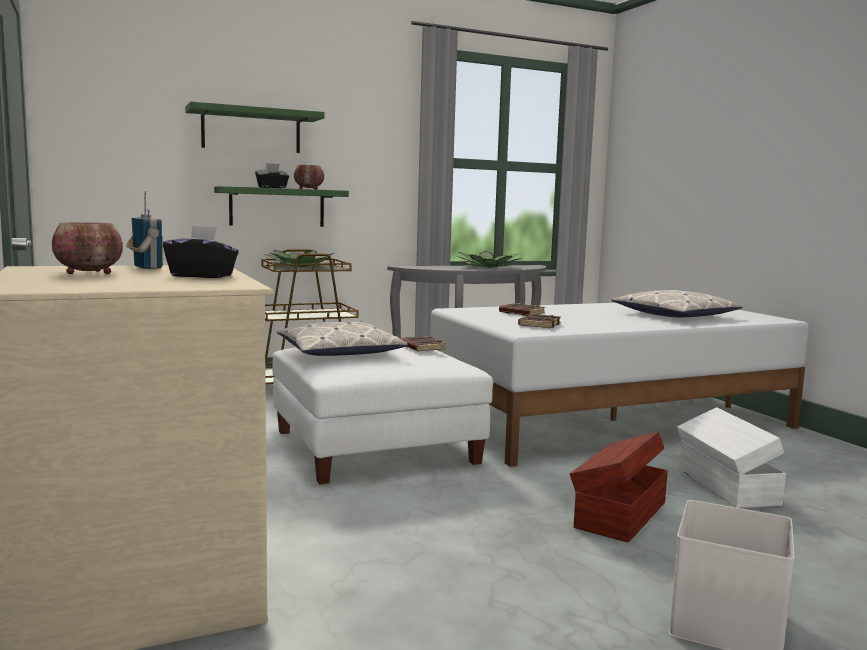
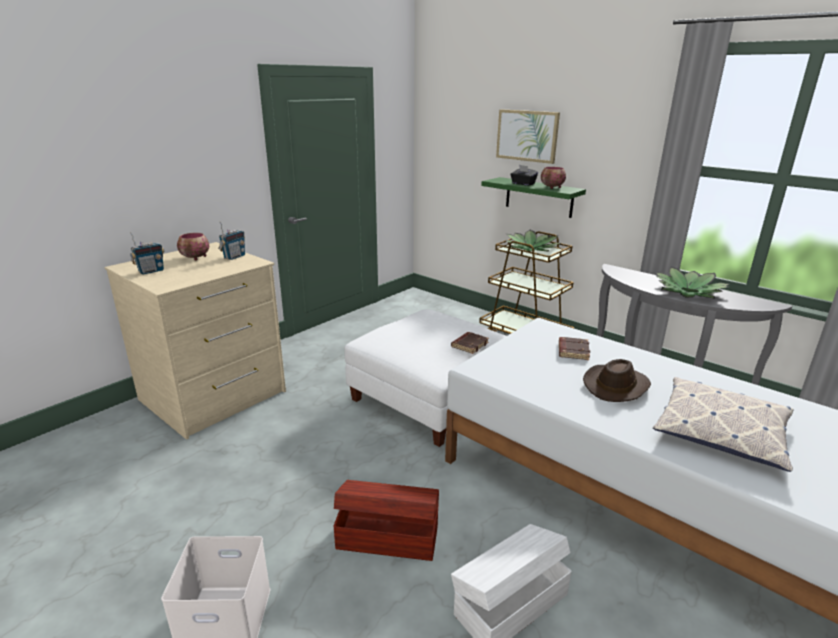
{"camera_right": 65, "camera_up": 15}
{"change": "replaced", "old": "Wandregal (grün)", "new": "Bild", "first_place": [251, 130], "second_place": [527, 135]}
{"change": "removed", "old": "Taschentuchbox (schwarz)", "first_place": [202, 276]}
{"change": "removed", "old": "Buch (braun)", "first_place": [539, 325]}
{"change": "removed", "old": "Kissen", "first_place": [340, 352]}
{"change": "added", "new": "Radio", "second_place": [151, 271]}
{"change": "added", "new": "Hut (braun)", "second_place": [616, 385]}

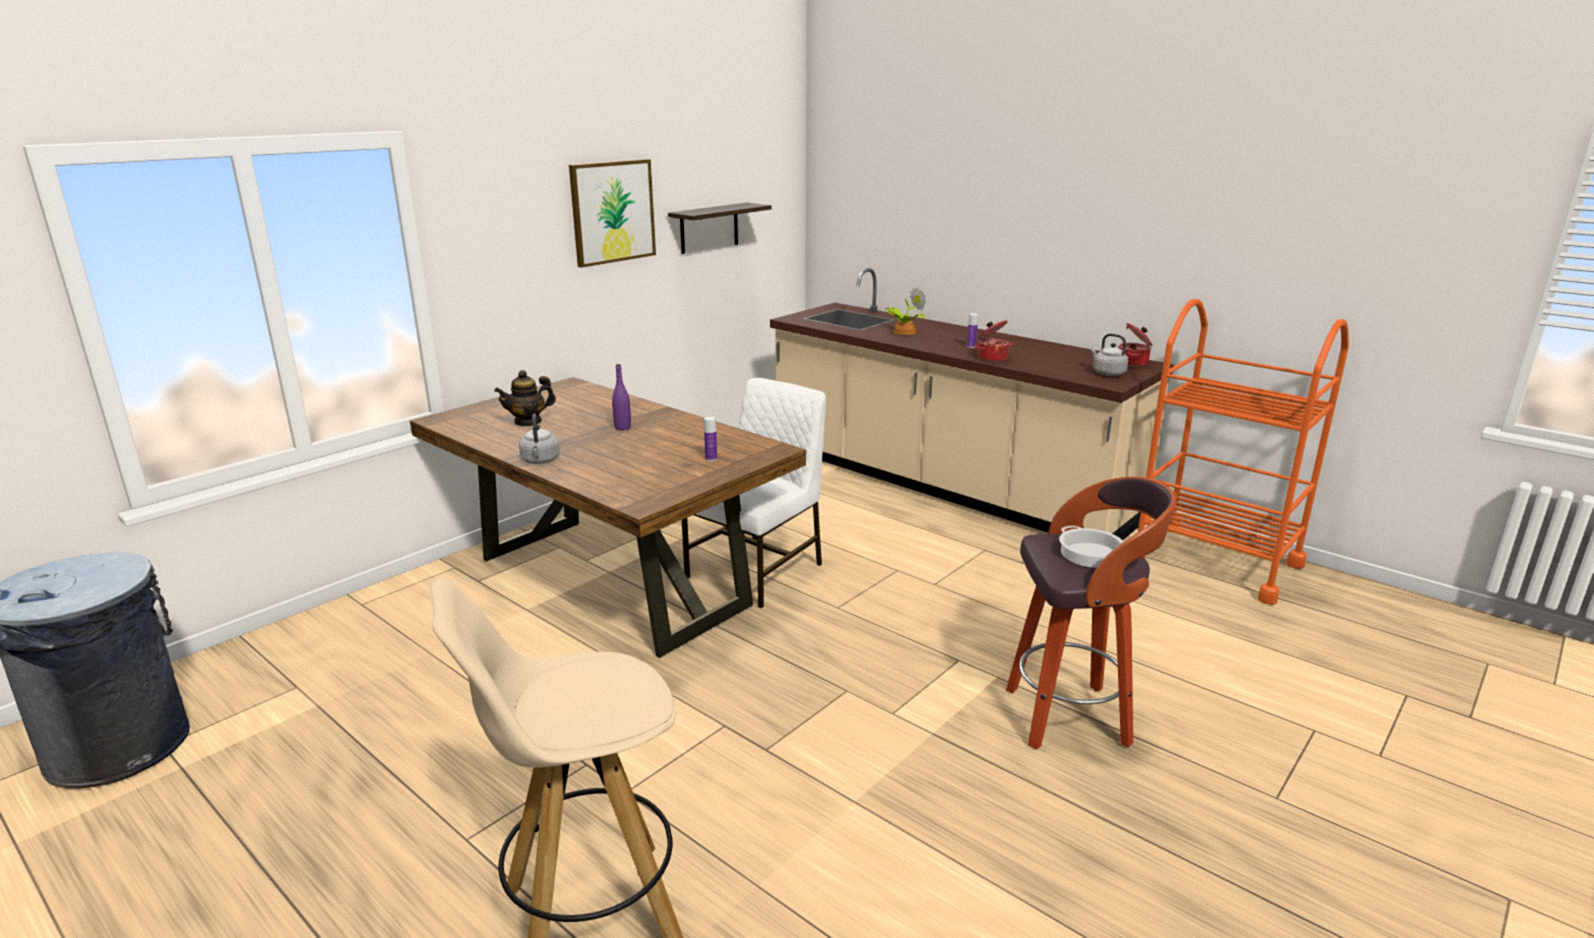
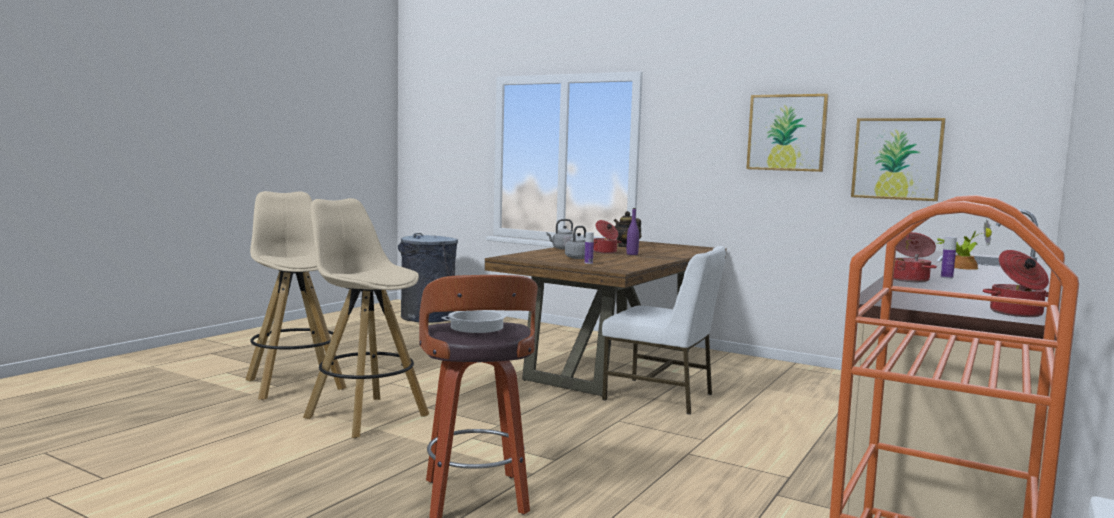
{"camera_right": 80, "camera_up": -15}
{"change": "replaced", "old": "Wandregal", "new": "Bild", "first_place": [709, 228], "second_place": [897, 159]}
{"change": "moved", "old": "Wasserkessel (grau)", "first_place": [1107, 373], "second_place": [578, 258]}
{"change": "added", "new": "Hocker (beige)", "second_place": [365, 416]}
{"change": "added", "new": "Kochtopf", "second_place": [605, 252]}

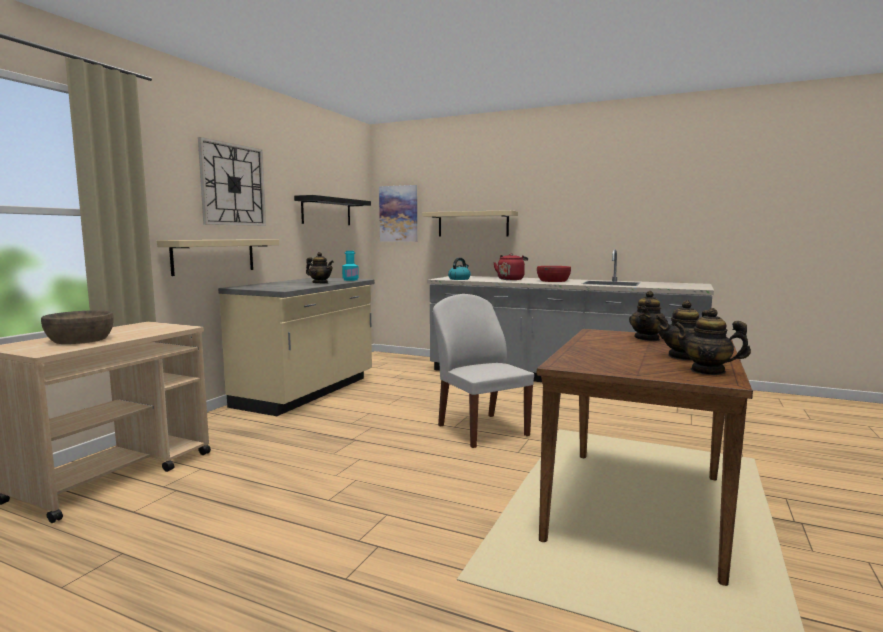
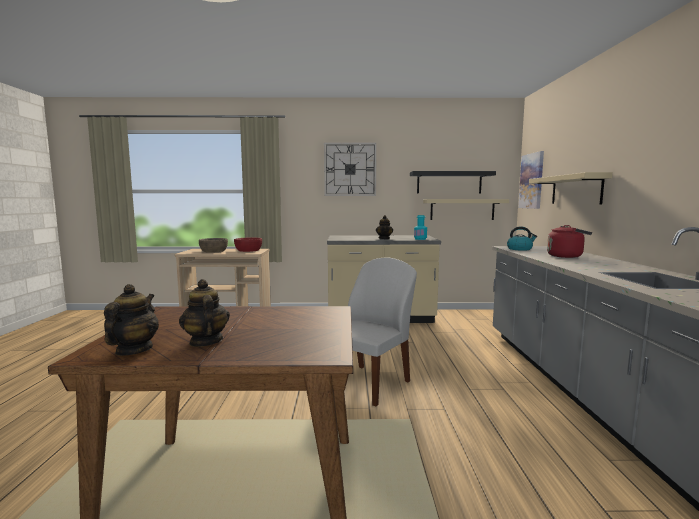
{"camera_right": 65, "camera_up": 0}
{"change": "moved", "old": "Wandregal (beige)", "first_place": [214, 256], "second_place": [462, 209]}
{"change": "moved", "old": "Schüssel (rot)", "first_place": [553, 281], "second_place": [248, 250]}
{"change": "removed", "old": "Teekanne", "first_place": [647, 338]}

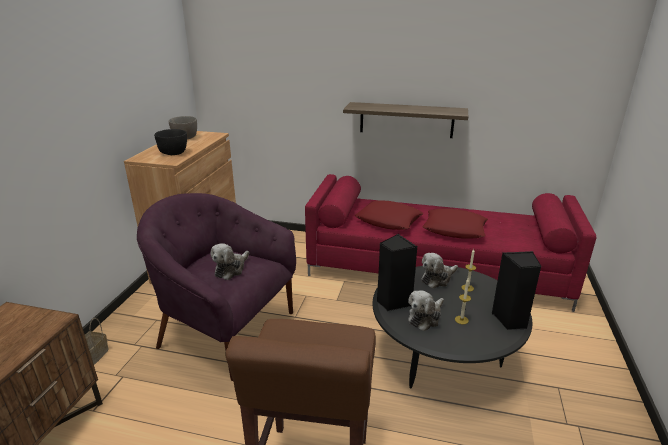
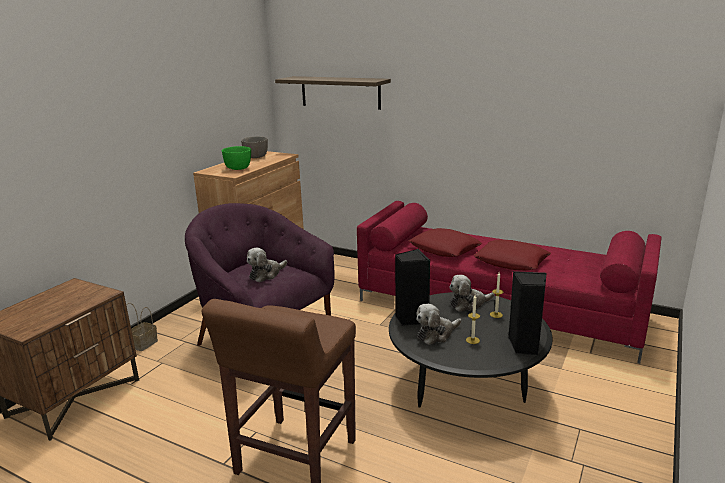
{"camera_right": 15, "camera_up": -5}
{"change": "moved", "old": "Wandregal", "first_place": [406, 120], "second_place": [340, 92]}
{"change": "recoloured", "old": "Schüssel (schwarz)", "new": "Schüssel (grün)", "first_place": [174, 153], "second_place": [238, 168]}

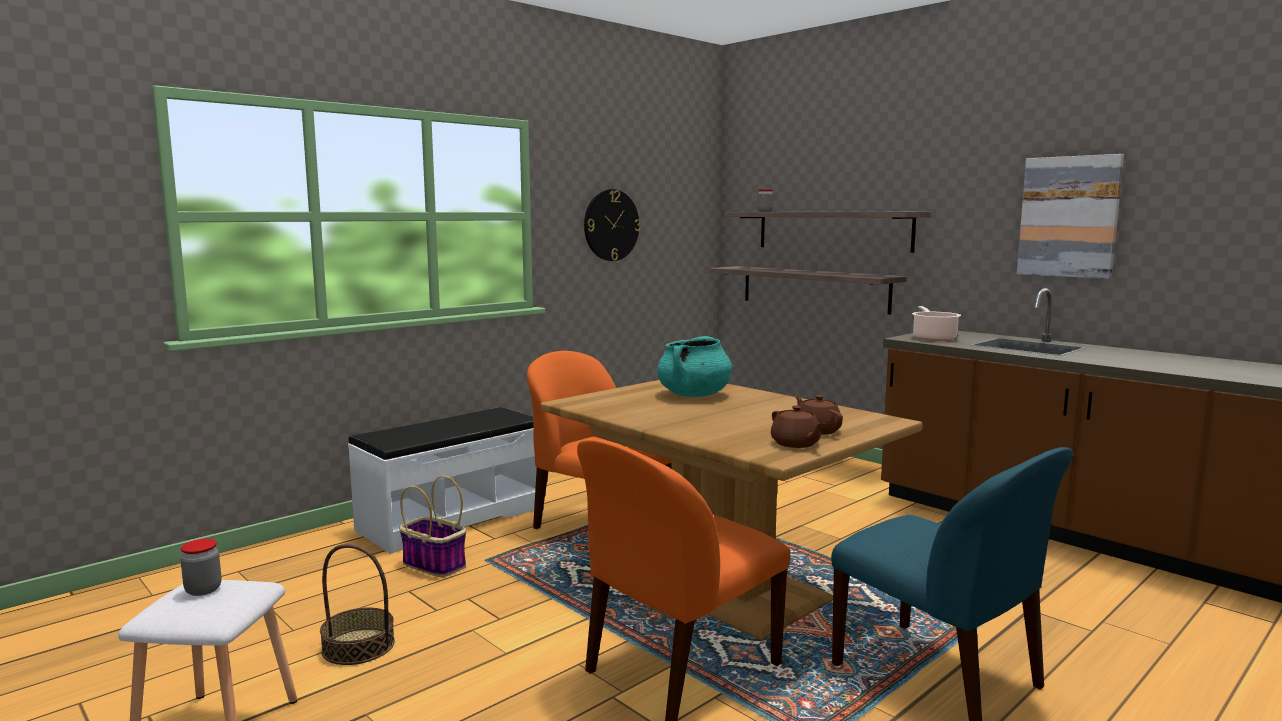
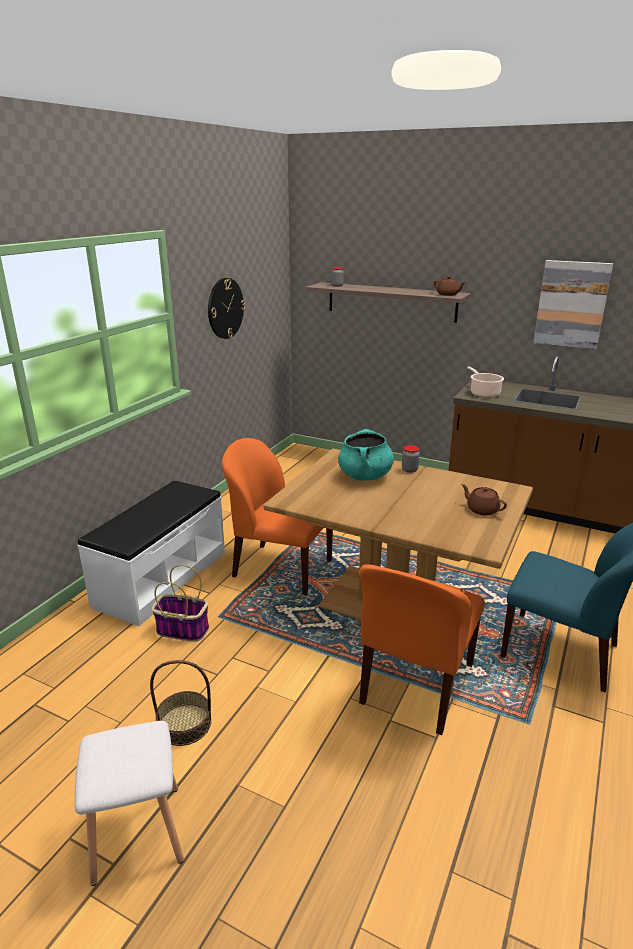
{"camera_right": -20, "camera_up": 15}
{"change": "removed", "old": "Wandregal", "first_place": [813, 288]}
{"change": "moved", "old": "Teekanne (braun)", "first_place": [795, 444], "second_place": [448, 294]}
{"change": "moved", "old": "Vorratsglas", "first_place": [203, 590], "second_place": [409, 470]}

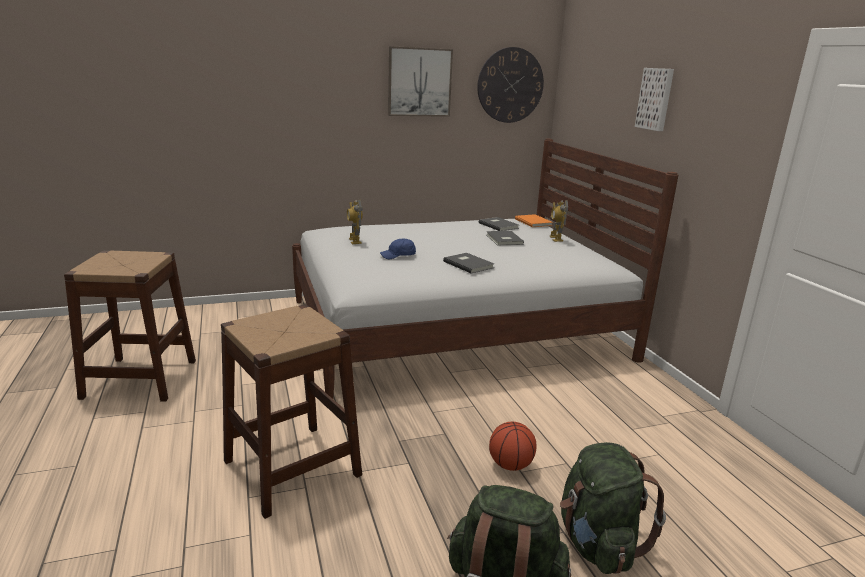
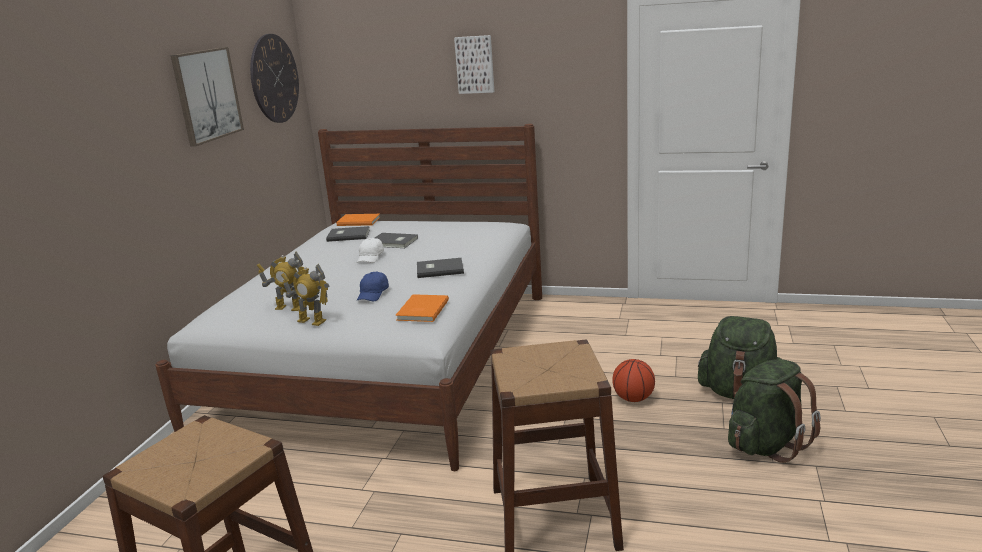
{"camera_right": -55, "camera_up": 0}
{"change": "moved", "old": "Spielzeugroboter", "first_place": [555, 238], "second_place": [311, 321]}
{"change": "added", "new": "Kappe (weiß)", "second_place": [370, 257]}
{"change": "added", "new": "Buch (orange)", "second_place": [421, 310]}

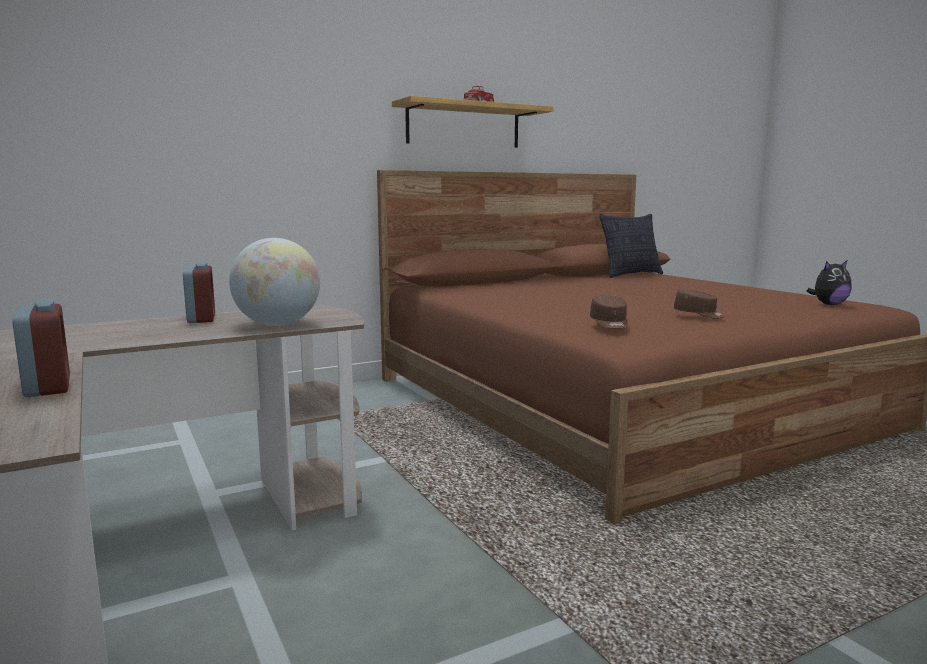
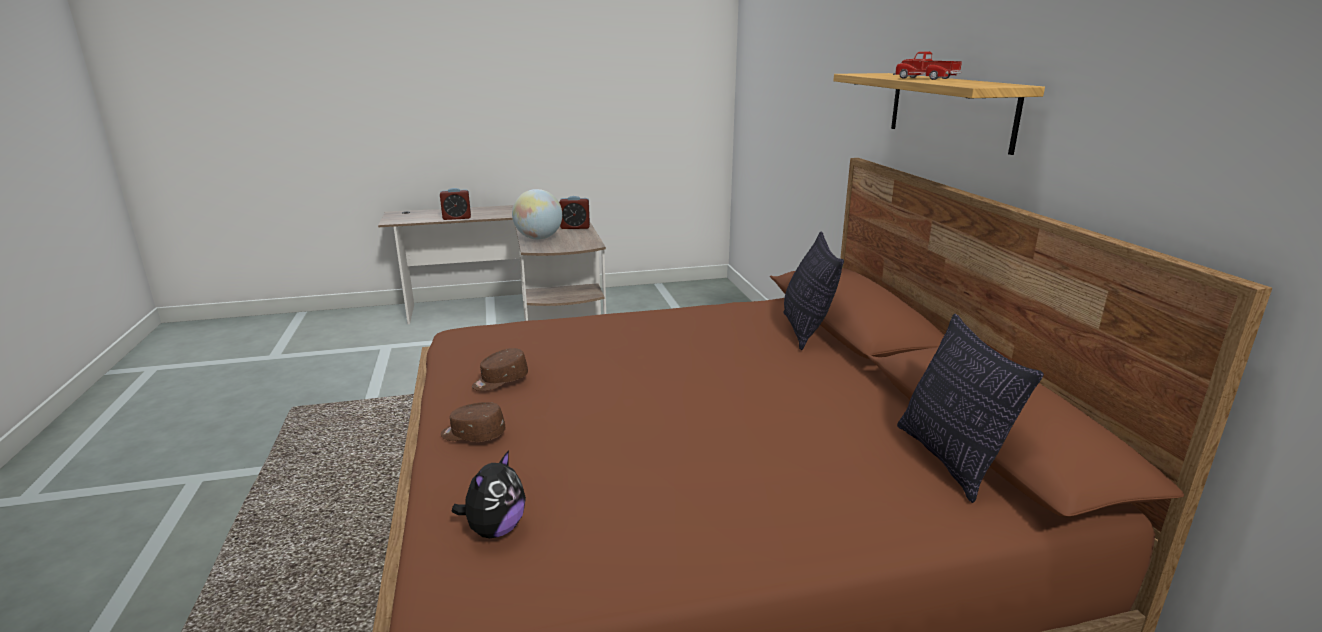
{"camera_right": 105, "camera_up": 10}
{"change": "turned", "old": "Plüschtier", "first_place": [829, 304], "second_place": [495, 529], "degrees": -150}
{"change": "moved", "old": "Kappe (braun)", "first_place": [609, 323], "second_place": [473, 435]}
{"change": "added", "new": "Kissen", "second_place": [806, 331]}

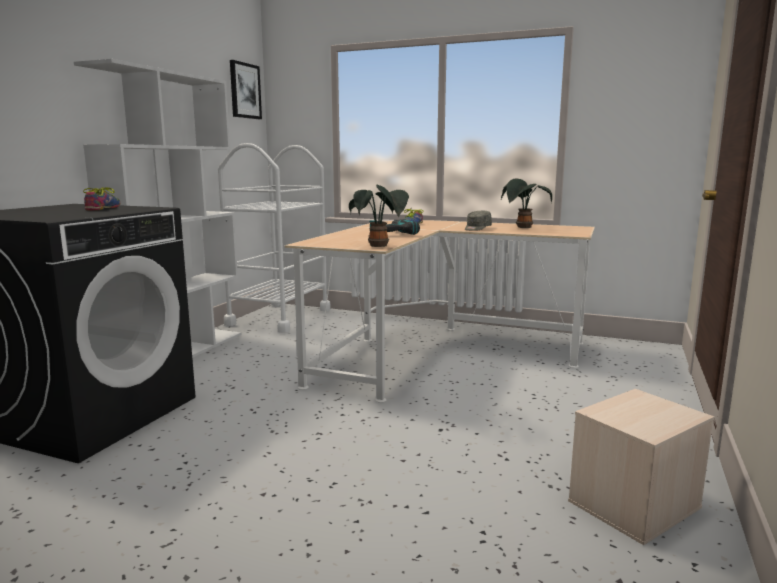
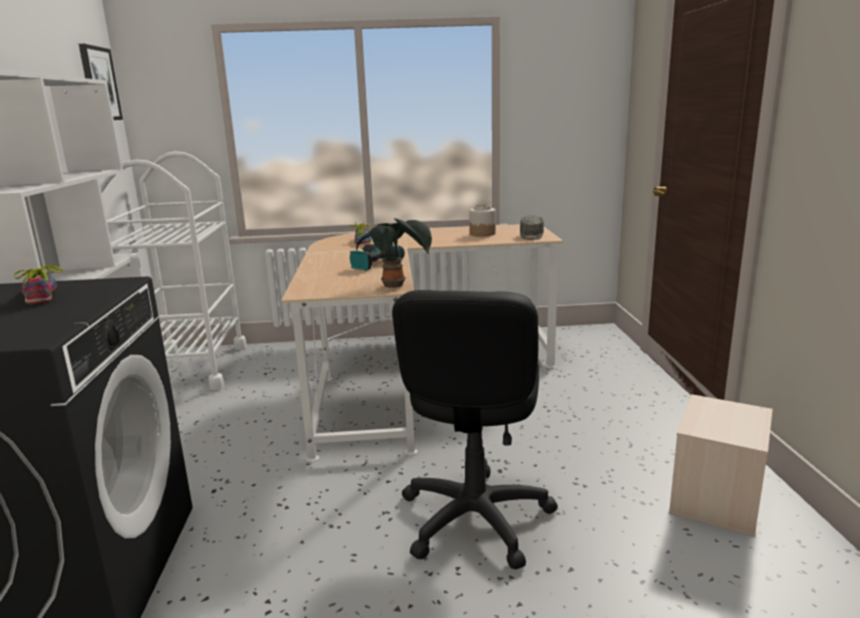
{"camera_right": -25, "camera_up": 5}
{"change": "replaced", "old": "Topfpflanze", "new": "Vorratsglas", "first_place": [523, 228], "second_place": [482, 234]}
{"change": "moved", "old": "Kappe (grau)", "first_place": [477, 228], "second_place": [531, 236]}
{"change": "added", "new": "Bürostuhl (schwarz)", "second_place": [474, 518]}

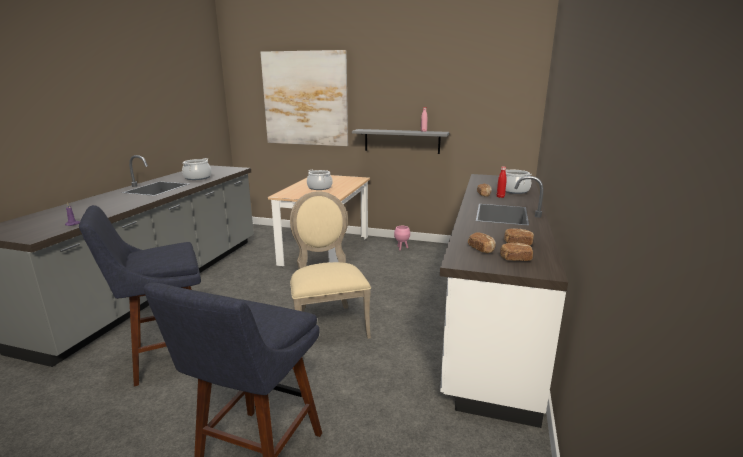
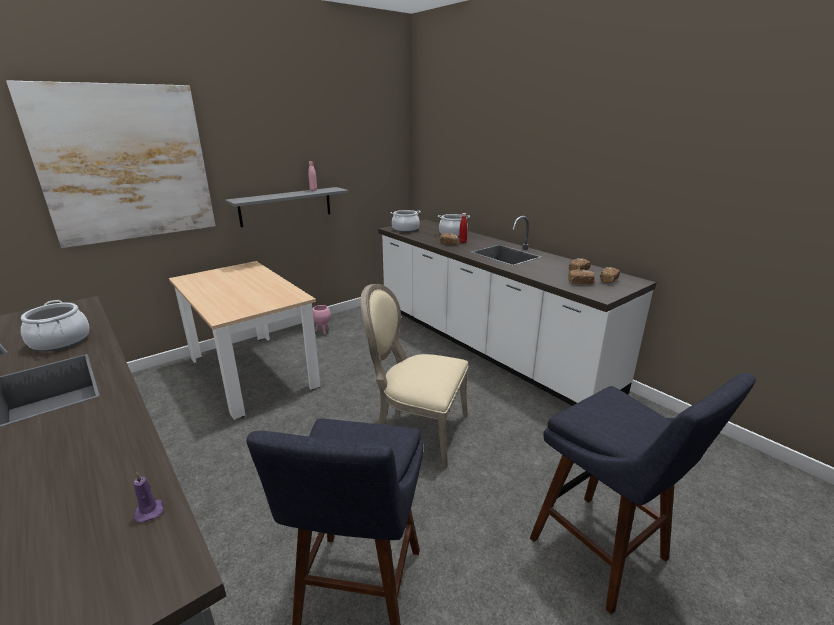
{"camera_right": -55, "camera_up": 5}
{"change": "moved", "old": "Kochtopf", "first_place": [319, 187], "second_place": [405, 229]}

